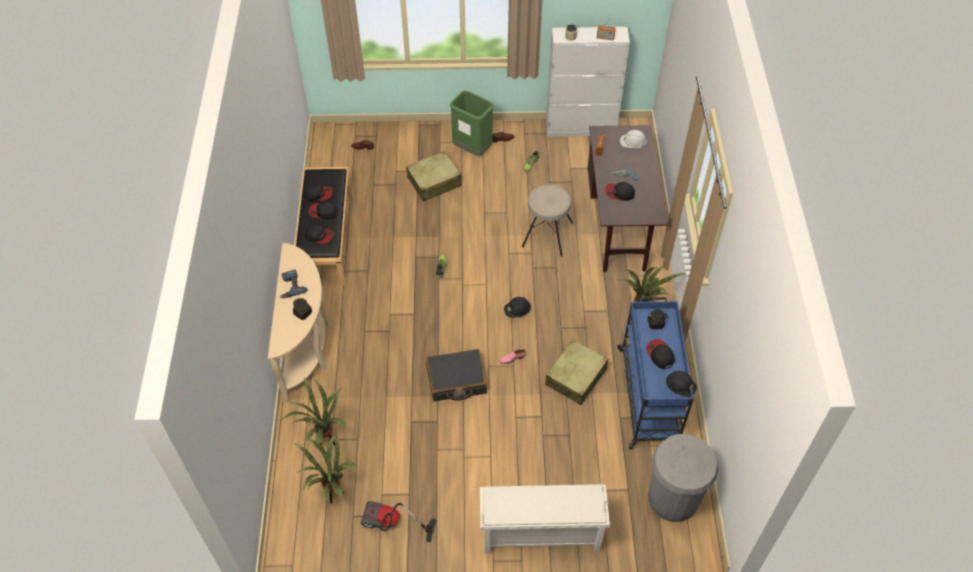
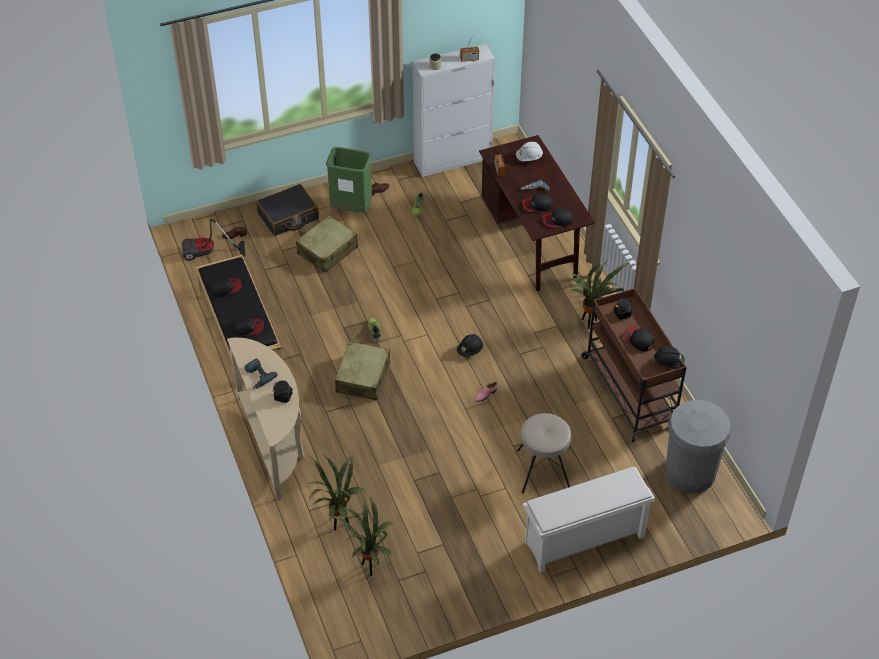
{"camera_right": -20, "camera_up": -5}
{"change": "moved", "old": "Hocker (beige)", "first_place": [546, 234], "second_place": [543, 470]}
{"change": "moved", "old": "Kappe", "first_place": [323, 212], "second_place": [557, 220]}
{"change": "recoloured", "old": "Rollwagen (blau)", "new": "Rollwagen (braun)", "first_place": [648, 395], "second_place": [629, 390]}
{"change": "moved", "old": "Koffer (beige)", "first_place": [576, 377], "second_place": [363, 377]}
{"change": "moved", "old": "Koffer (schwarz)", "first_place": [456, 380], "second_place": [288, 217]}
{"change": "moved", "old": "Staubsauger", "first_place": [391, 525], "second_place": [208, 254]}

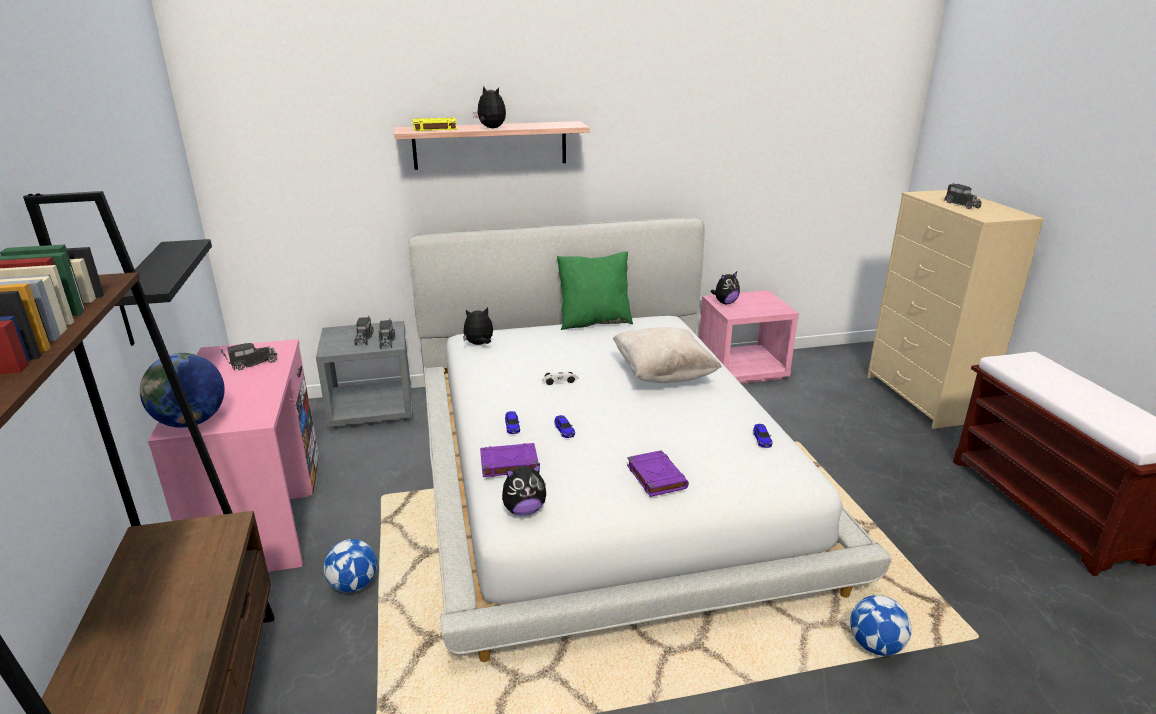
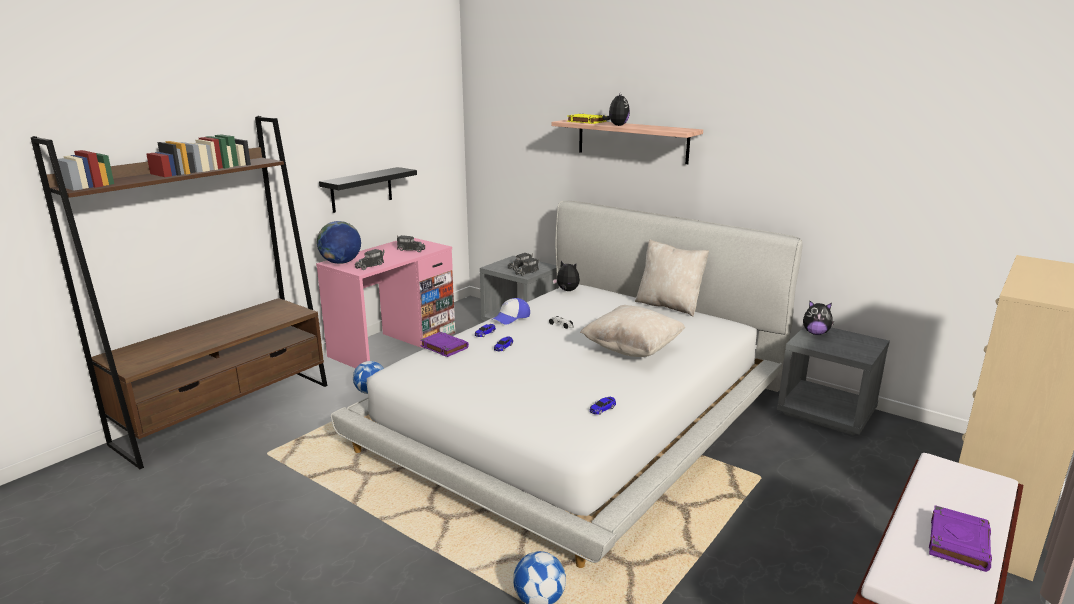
{"camera_right": 50, "camera_up": -5}
{"change": "moved", "old": "Spielzeuglaster", "first_place": [960, 204], "second_place": [370, 265]}
{"change": "recoloured", "old": "Kissen (grün)", "new": "Kissen (beige)", "first_place": [594, 322], "second_place": [669, 306]}
{"change": "recoloured", "old": "Nachttisch (rosa)", "new": "Nachttisch (grau)", "first_place": [742, 370], "second_place": [827, 412]}
{"change": "moved", "old": "Buch (lila)", "first_place": [655, 476], "second_place": [958, 542]}
{"change": "removed", "old": "Plüschtier", "first_place": [524, 510]}
{"change": "added", "new": "Kappe", "second_place": [511, 317]}

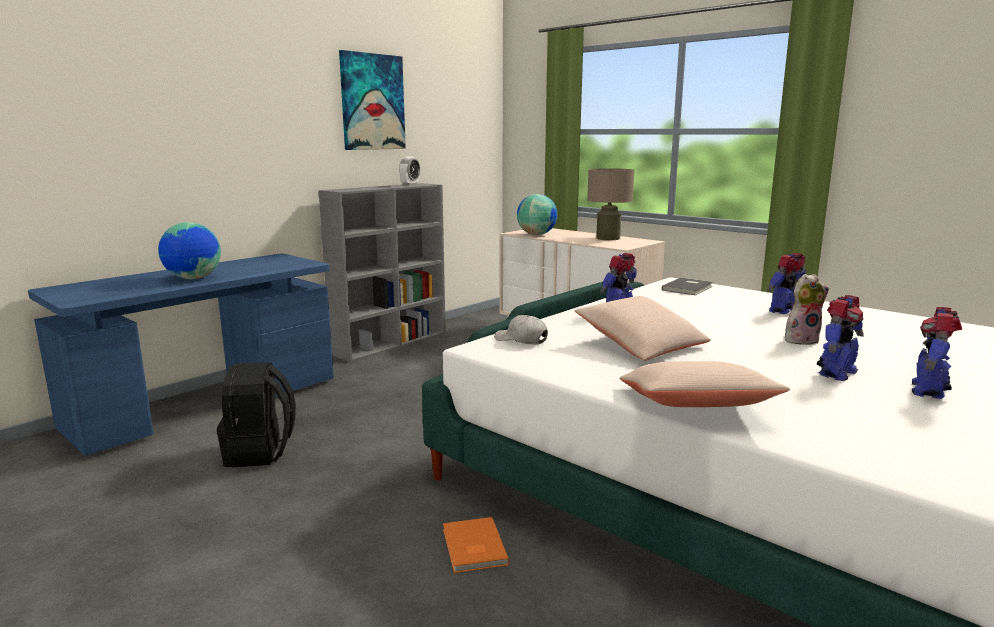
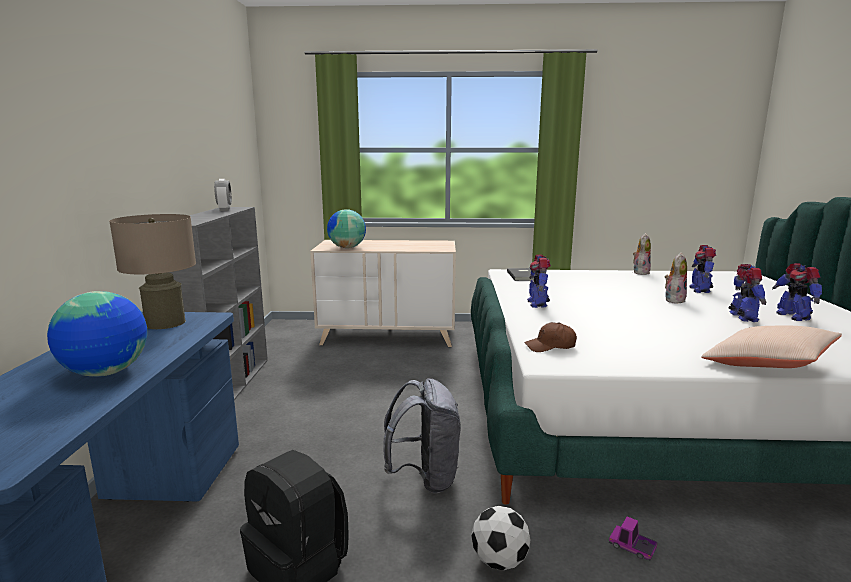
{"camera_right": -40, "camera_up": 0}
{"change": "removed", "old": "Bild", "first_place": [372, 102]}
{"change": "moved", "old": "Tischlampe (beige)", "first_place": [608, 238], "second_place": [165, 323]}
{"change": "moved", "old": "Spielzeugroboter", "first_place": [785, 311], "second_place": [700, 290]}
{"change": "removed", "old": "Kissen (beige)", "first_place": [641, 345]}
{"change": "recoloured", "old": "Kappe (weiß)", "new": "Kappe (braun)", "first_place": [521, 340], "second_place": [550, 346]}
{"change": "replaced", "old": "Buch (orange)", "new": "Spielzeuglaster", "first_place": [472, 547], "second_place": [632, 547]}
{"change": "added", "new": "Plüschtier", "second_place": [640, 272]}
{"change": "added", "new": "Rucksack (grau)", "second_place": [425, 478]}
{"change": "added", "new": "Fußball", "second_place": [499, 561]}

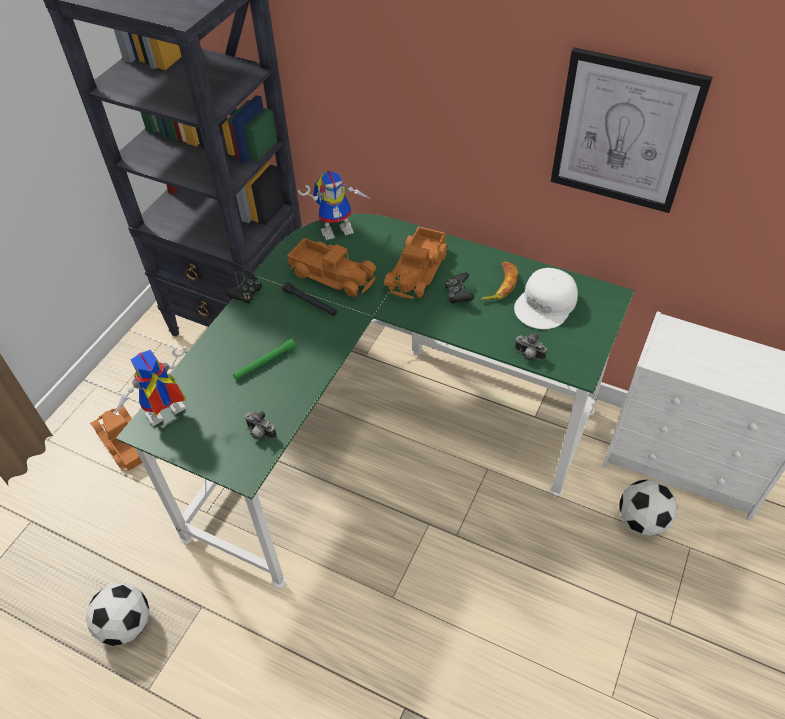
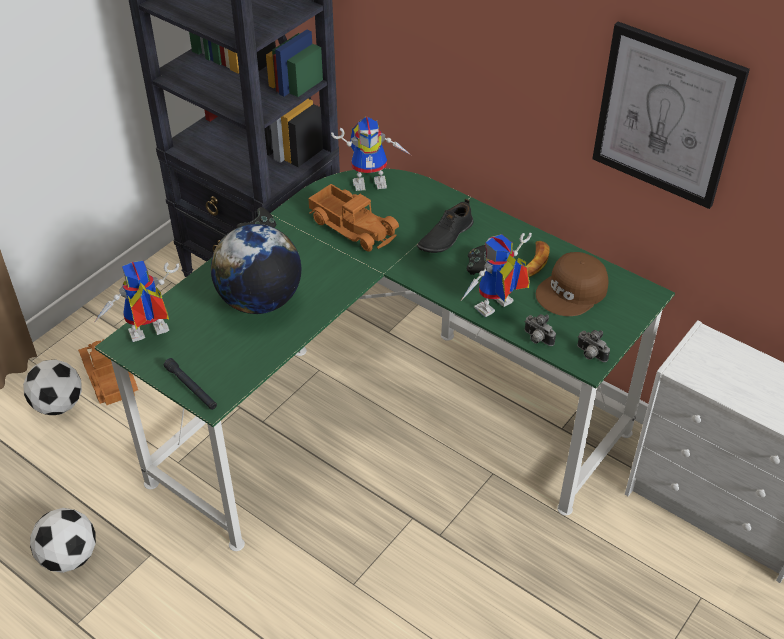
{"camera_right": 10, "camera_up": -5}
{"change": "replaced", "old": "Spielzeuglaster", "new": "Schuh (schwarz)", "first_place": [419, 271], "second_place": [445, 237]}
{"change": "recoloured", "old": "Kappe (weiß)", "new": "Kappe (braun)", "first_place": [546, 304], "second_place": [572, 292]}
{"change": "moved", "old": "Taschenlampe (schwarz)", "first_place": [310, 303], "second_place": [191, 388]}
{"change": "replaced", "old": "Taschenlampe (grün)", "new": "Globus", "first_place": [265, 363], "second_place": [260, 301]}
{"change": "moved", "old": "Kamera", "first_place": [259, 433], "second_place": [590, 355]}
{"change": "moved", "old": "Fußball", "first_place": [642, 520], "second_place": [58, 405]}
{"change": "added", "new": "Spielzeugroboter", "second_place": [495, 310]}

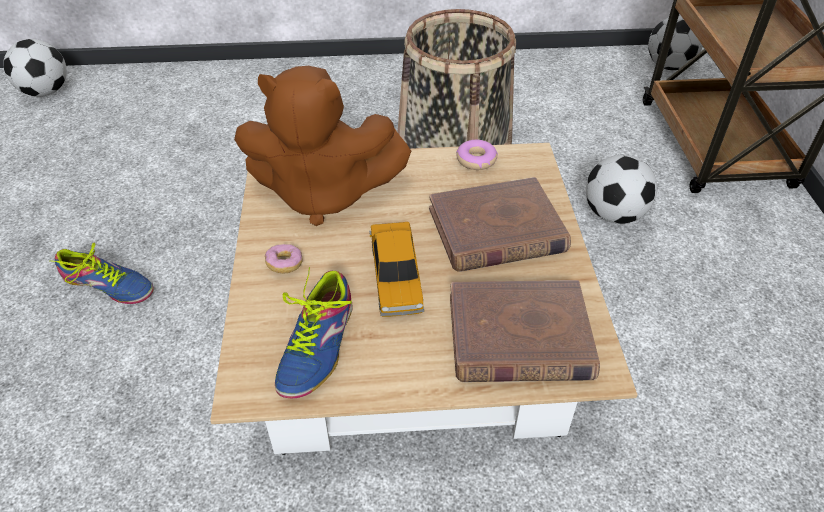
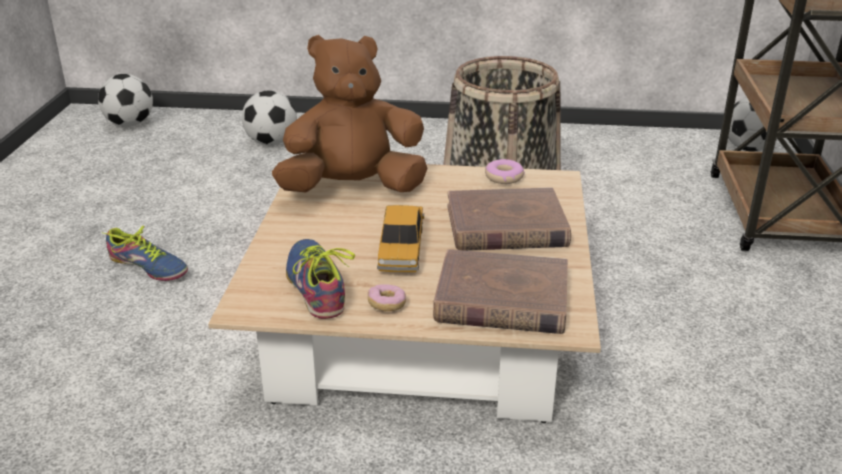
{"camera_right": 10, "camera_up": -15}
{"change": "turned", "old": "Plüschtier (braun)", "first_place": [323, 194], "second_place": [353, 188], "degrees": 150}
{"change": "moved", "old": "Fußball", "first_place": [614, 214], "second_place": [272, 143]}
{"change": "moved", "old": "Donut", "first_place": [285, 264], "second_place": [387, 305]}
{"change": "turned", "old": "Schuh", "first_place": [317, 346], "second_place": [316, 286], "degrees": 135}

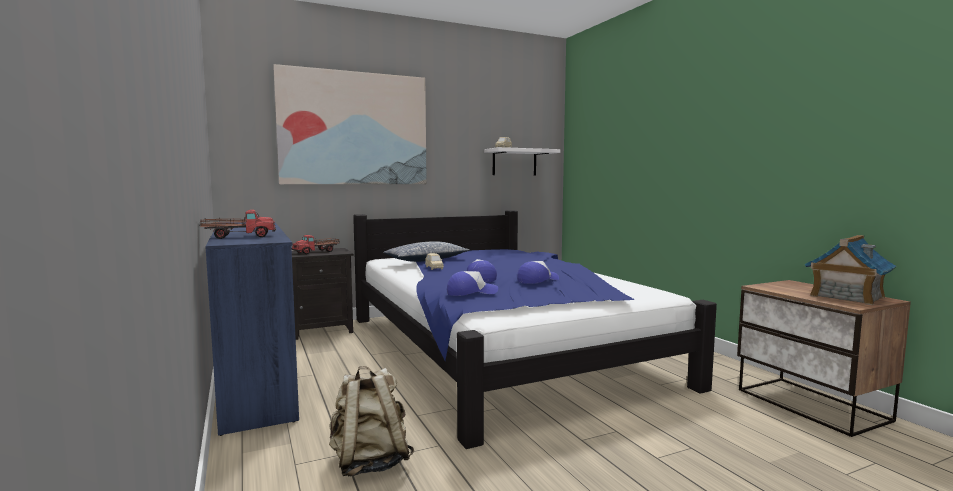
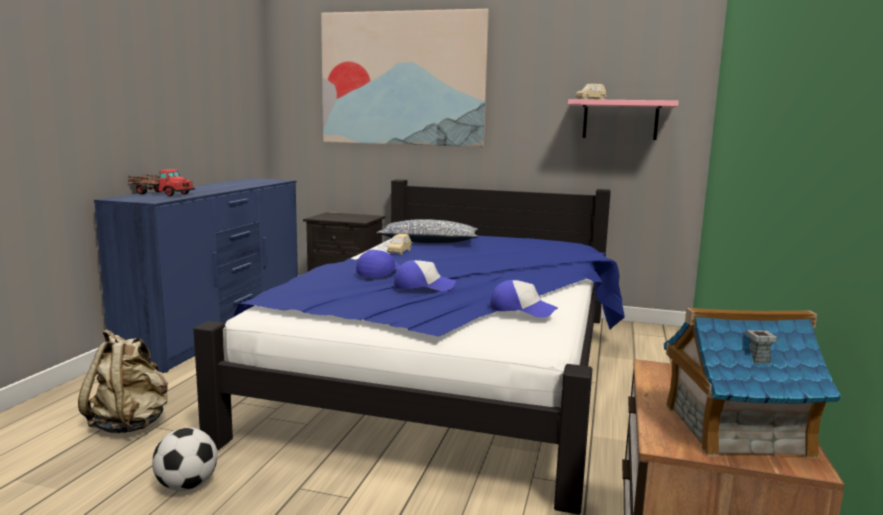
{"camera_right": 40, "camera_up": 5}
{"change": "recoloured", "old": "Wandregal (weiß)", "new": "Wandregal (rosa)", "first_place": [514, 162], "second_place": [620, 120]}
{"change": "removed", "old": "Spielzeuglaster", "first_place": [317, 252]}
{"change": "moved", "old": "Kappe", "first_place": [471, 292], "second_place": [522, 310]}
{"change": "added", "new": "Fußball", "second_place": [186, 486]}

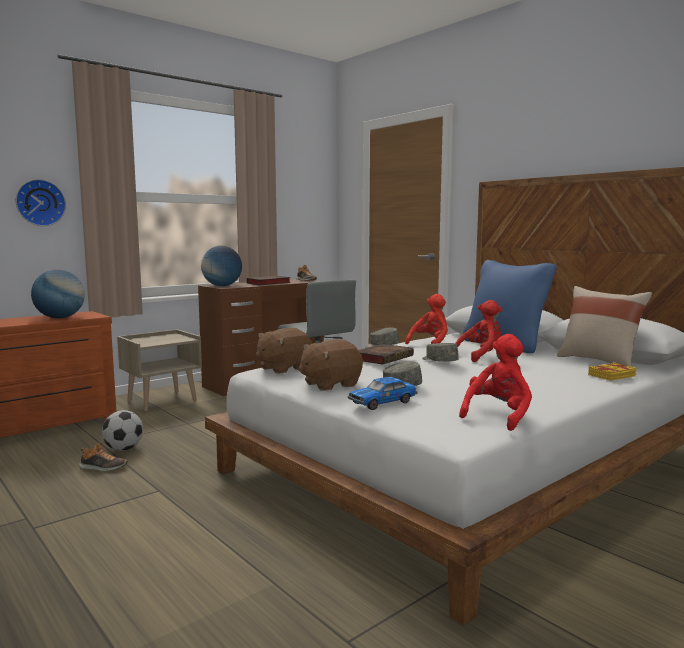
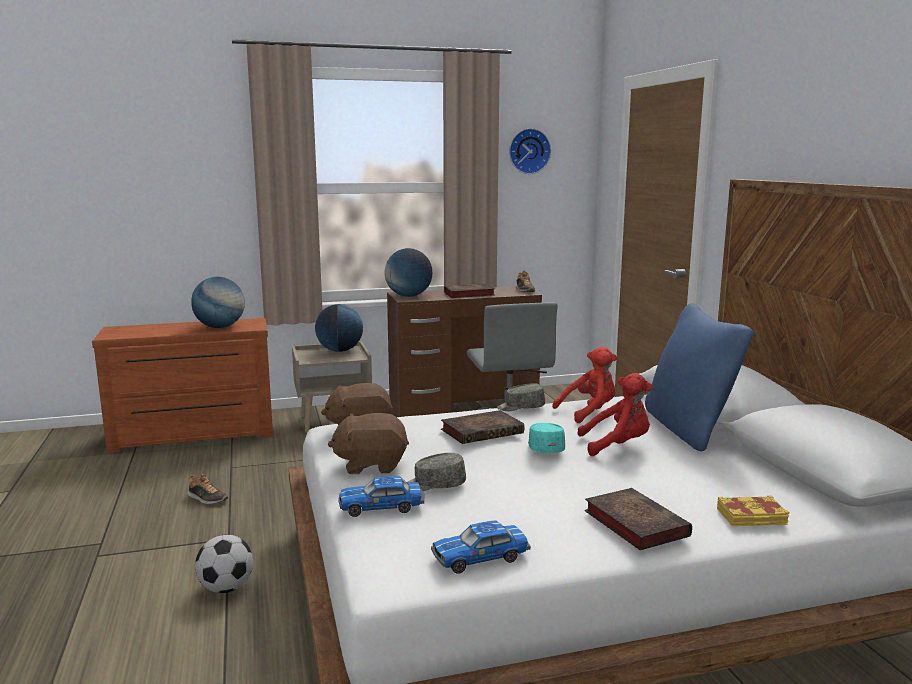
{"camera_right": 25, "camera_up": 5}
{"change": "moved", "old": "Wanduhr", "first_place": [40, 203], "second_place": [528, 151]}
{"change": "removed", "old": "Kissen (beige)", "first_place": [599, 361]}
{"change": "replaced", "old": "Plüschtier (rot)", "new": "Spielzeugauto", "first_place": [498, 416], "second_place": [481, 557]}
{"change": "recoloured", "old": "Kappe (grau)", "new": "Kappe (türkis)", "first_place": [439, 361], "second_place": [544, 448]}
{"change": "moved", "old": "Fußball", "first_place": [123, 449], "second_place": [226, 588]}
{"change": "added", "new": "Globus", "second_place": [340, 351]}
{"change": "added", "new": "Buch", "second_place": [633, 523]}

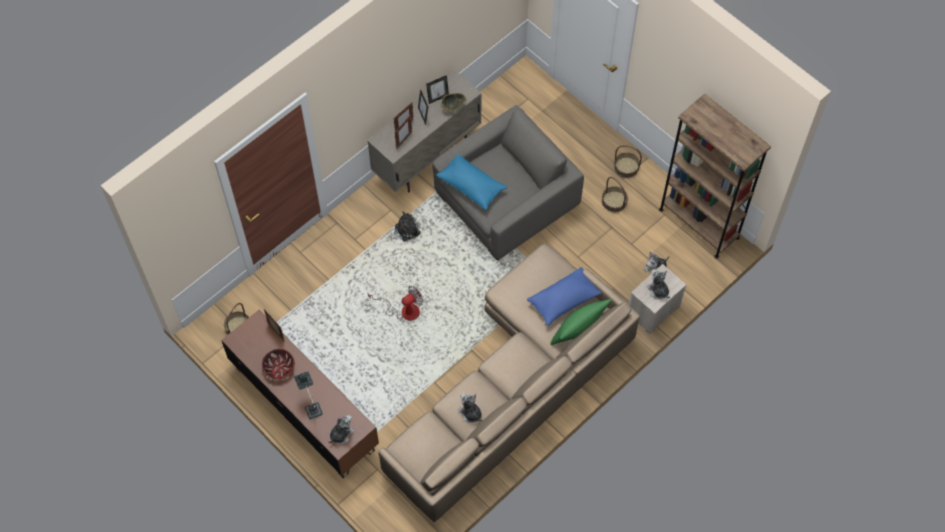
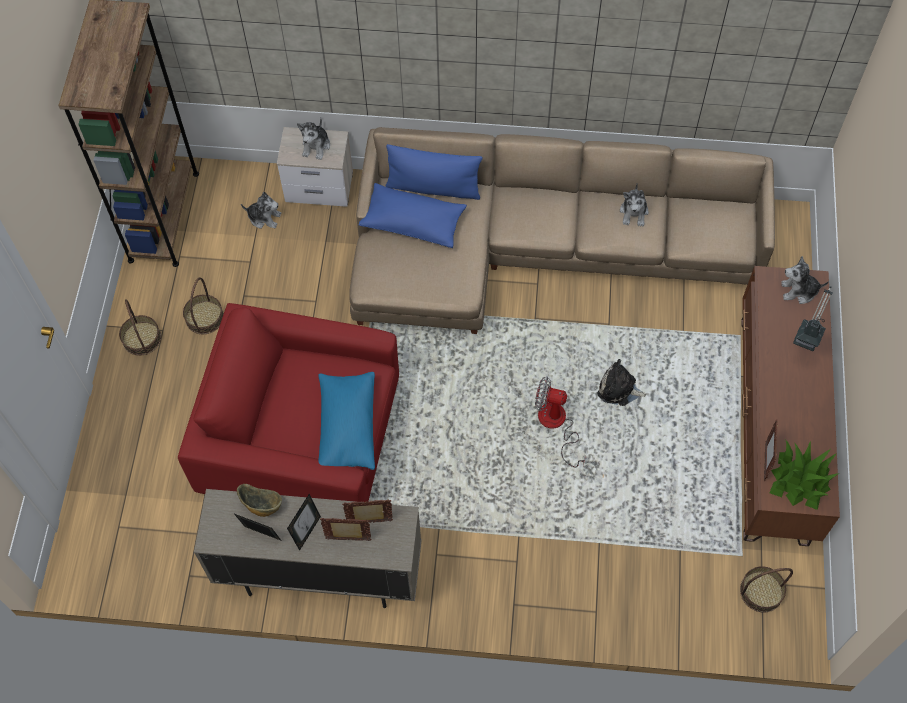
{"camera_right": -130, "camera_up": 0}
{"change": "recoloured", "old": "Sessel (grau)", "new": "Sessel (rot)", "first_place": [506, 199], "second_place": [301, 433]}
{"change": "moved", "old": "Plüschtier", "first_place": [405, 230], "second_place": [619, 389]}
{"change": "recoloured", "old": "Kissen (grün)", "new": "Kissen (blau)", "first_place": [578, 328], "second_place": [433, 187]}
{"change": "removed", "old": "Schüssel", "first_place": [279, 368]}
{"change": "added", "new": "Topfpflanze", "second_place": [799, 480]}

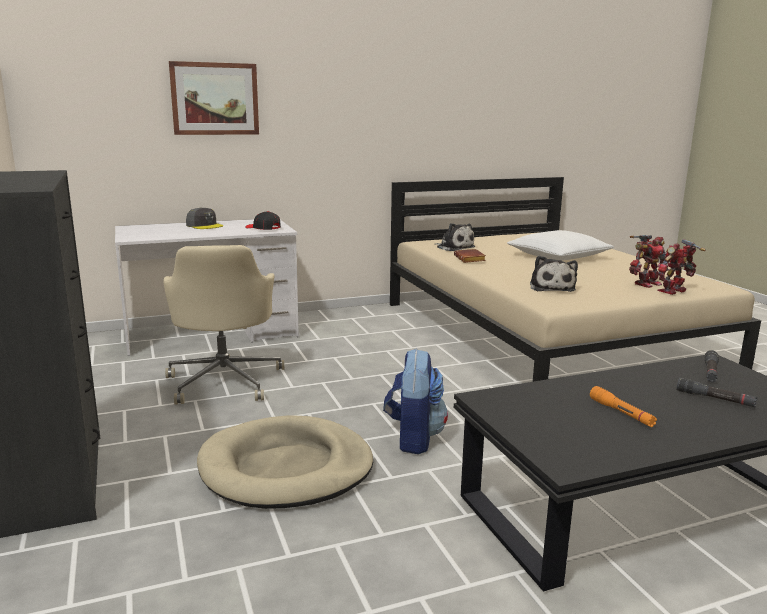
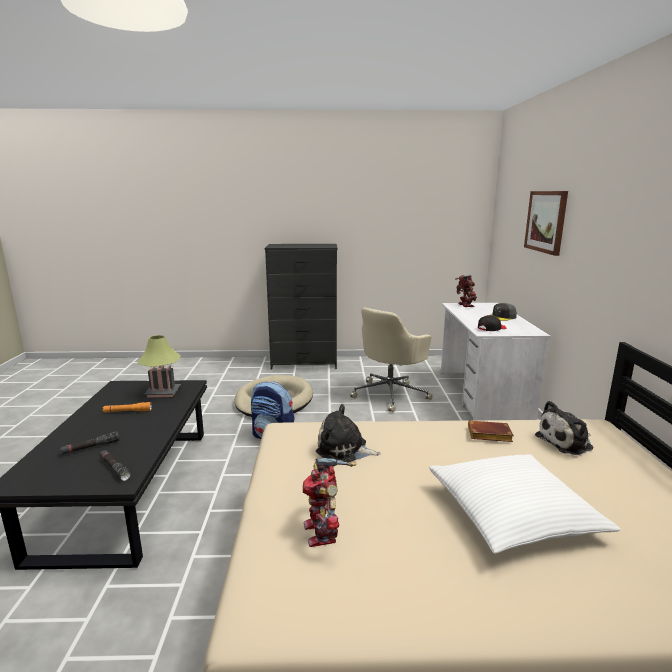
{"camera_right": 110, "camera_up": 0}
{"change": "moved", "old": "Spielzeugroboter", "first_place": [673, 291], "second_place": [464, 305]}
{"change": "turned", "old": "Bürostuhl (beige)", "first_place": [225, 381], "second_place": [390, 394], "degrees": -60}
{"change": "added", "new": "Tischlampe", "second_place": [163, 392]}

